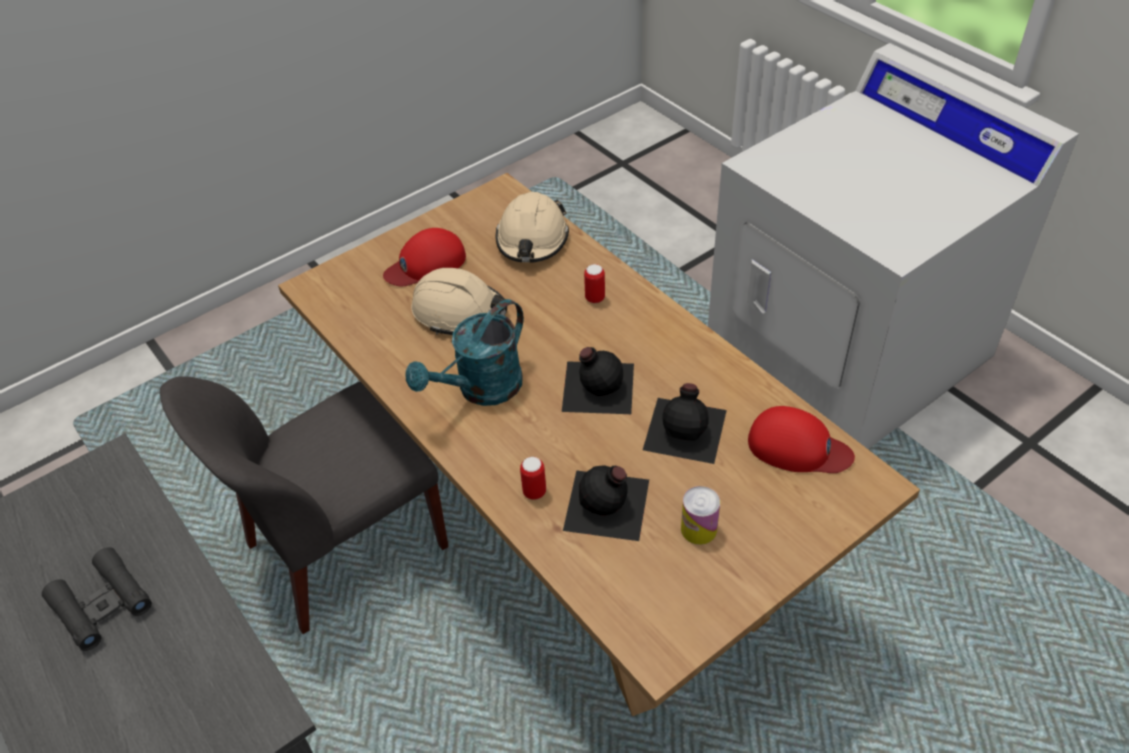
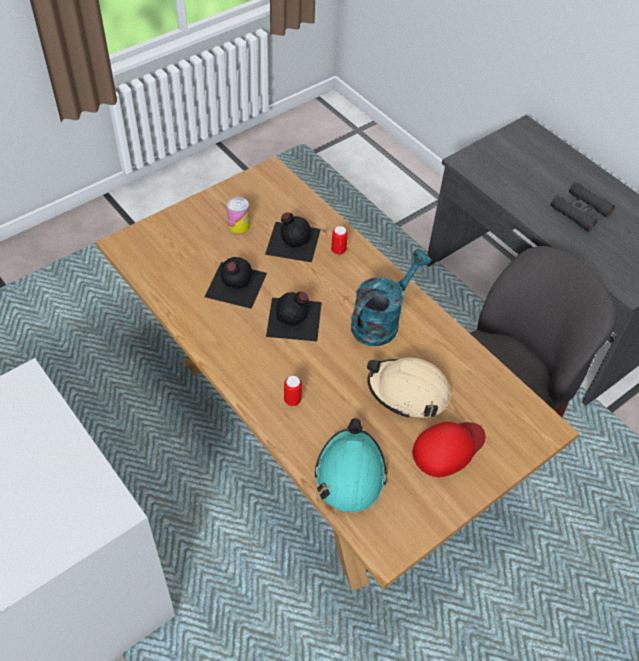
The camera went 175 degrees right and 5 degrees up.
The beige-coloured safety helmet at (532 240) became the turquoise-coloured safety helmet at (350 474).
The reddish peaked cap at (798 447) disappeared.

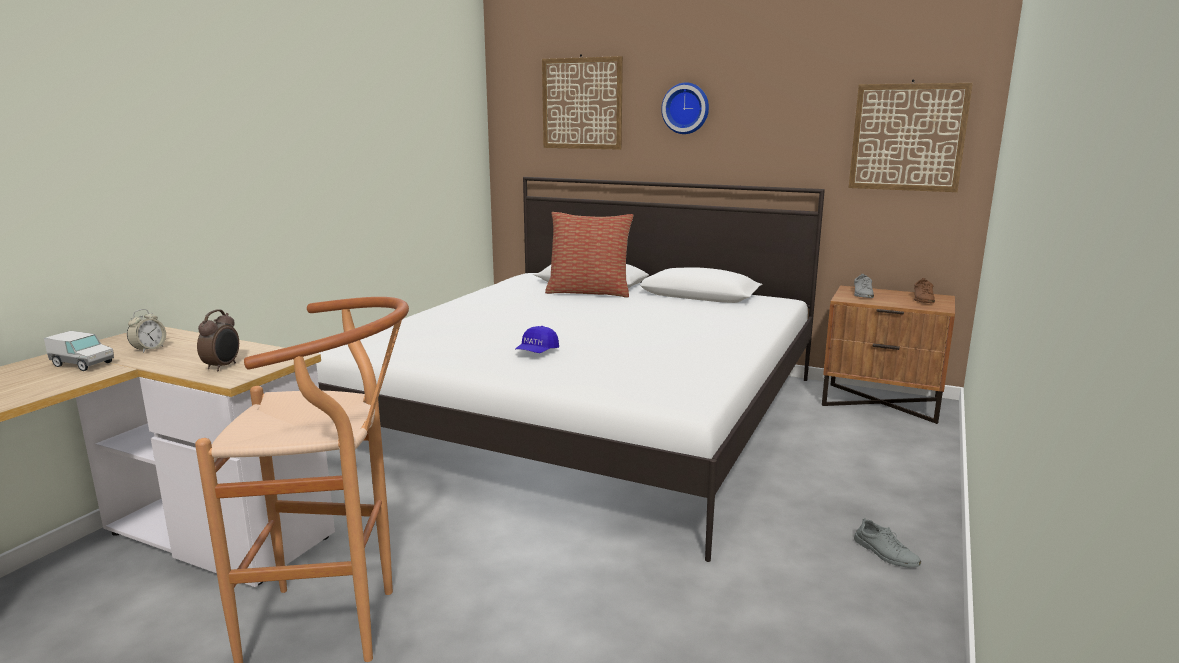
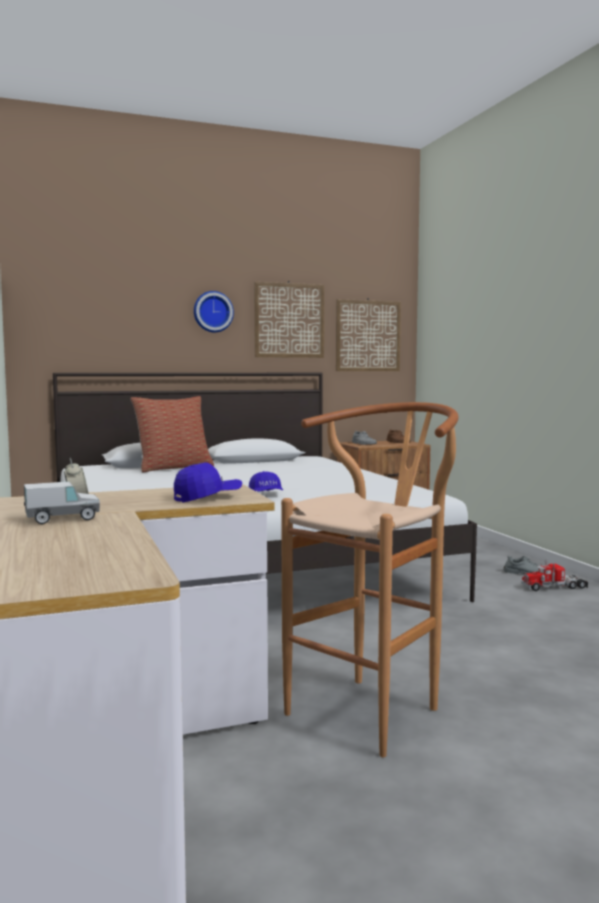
The camera went 45 degrees left and 10 degrees down.
The wall art moved from (582 102) to (289 319).
The alarm clock at (223 367) was replaced by the blue-coloured peaked cap at (207 497).
The model truck at (554 587) appeared.

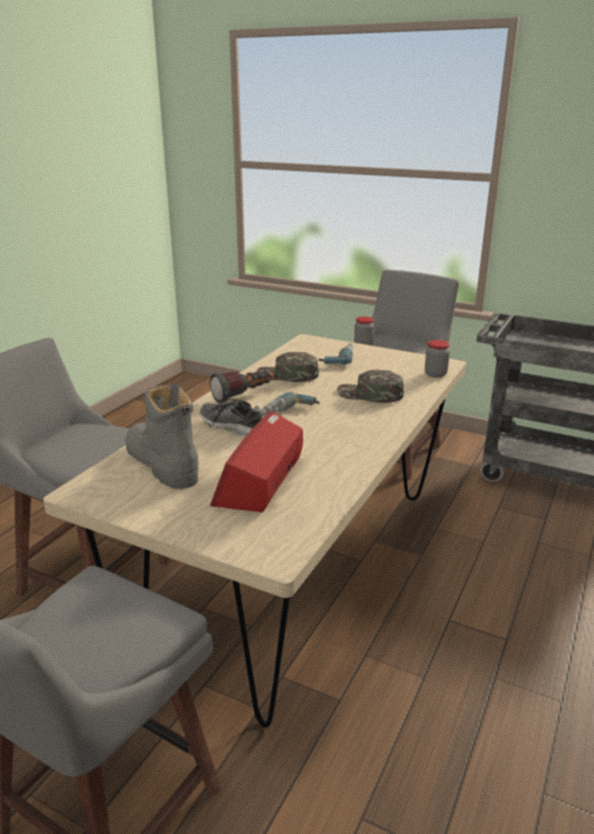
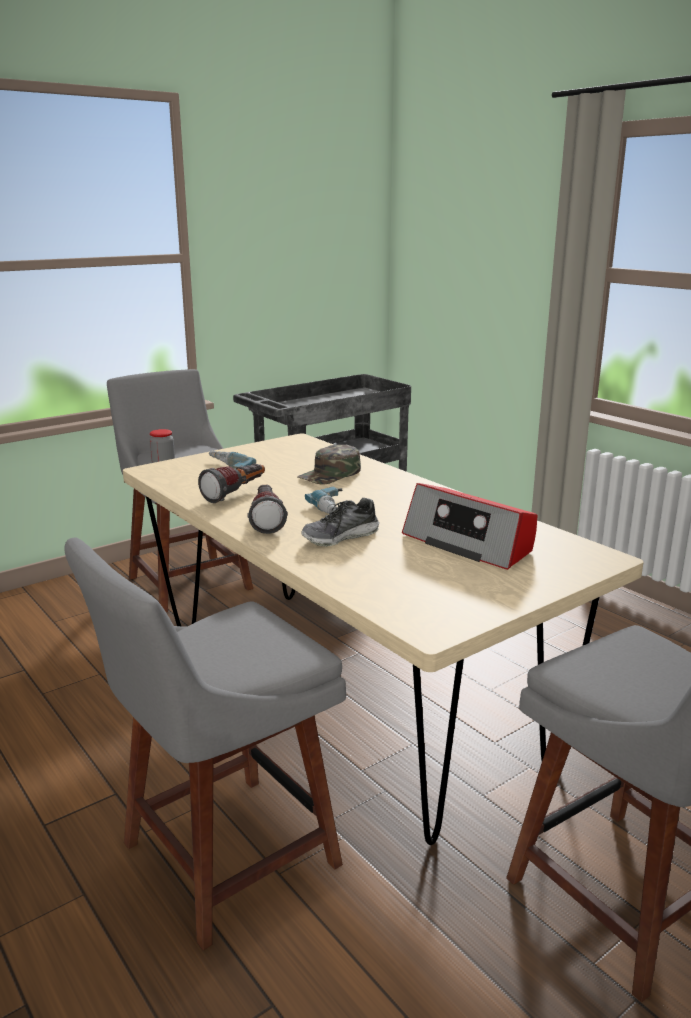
The camera went 65 degrees left and 5 degrees down.
The storage jar at (435 374) disappeared.
The greenish peaked cap at (287 375) was replaced by the flashlight at (236 494).
The gray high-top boot at (162 463) disappeared.

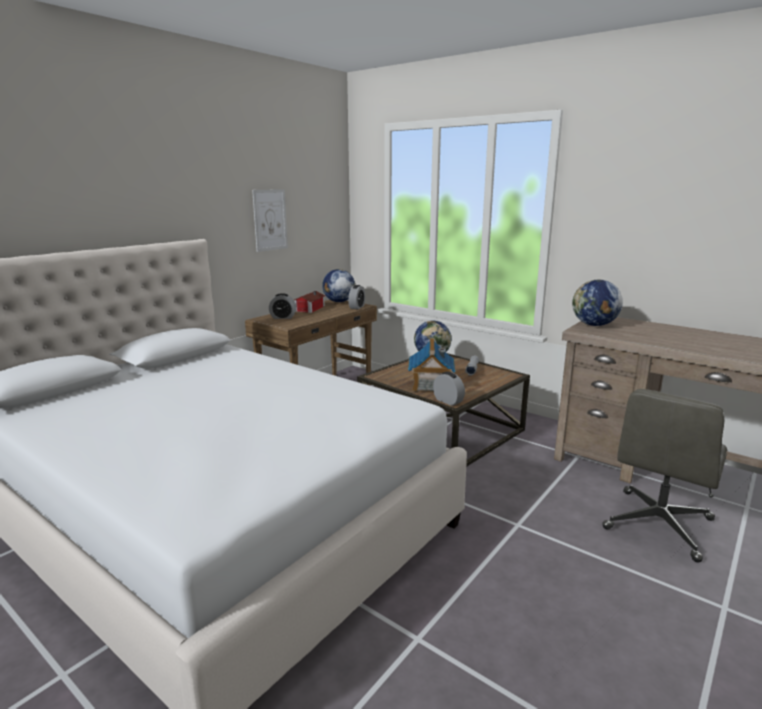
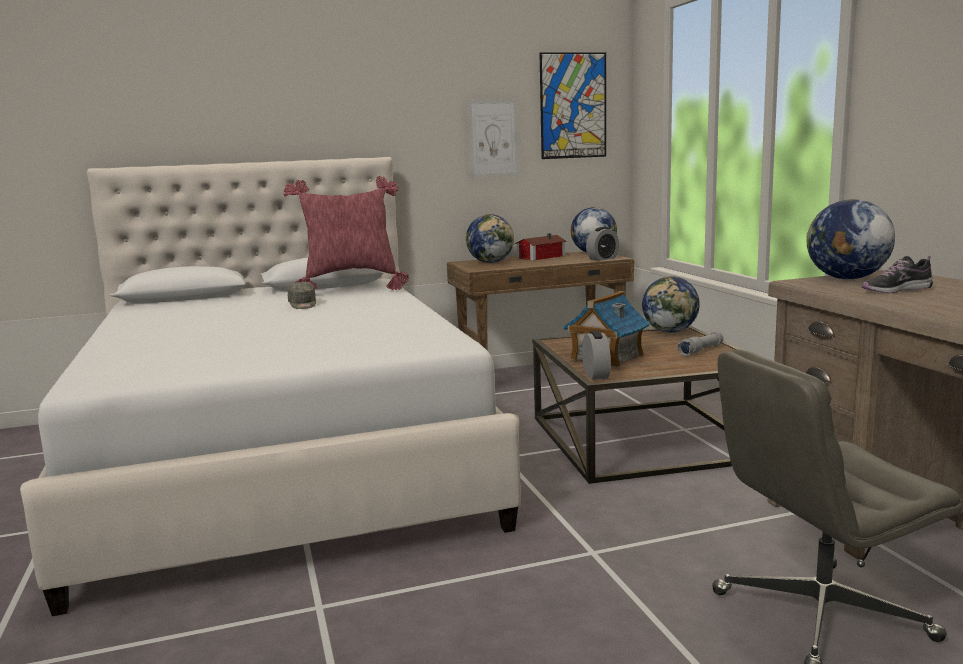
The camera went 35 degrees right and 5 degrees down.
The alarm clock at (283 317) was replaced by the world globe at (491 262).
The wall art at (573 106) appeared.
The reddish throw pillow at (350 290) appeared.
The low shoe at (896 290) appeared.
The gray peaked cap at (303 305) appeared.

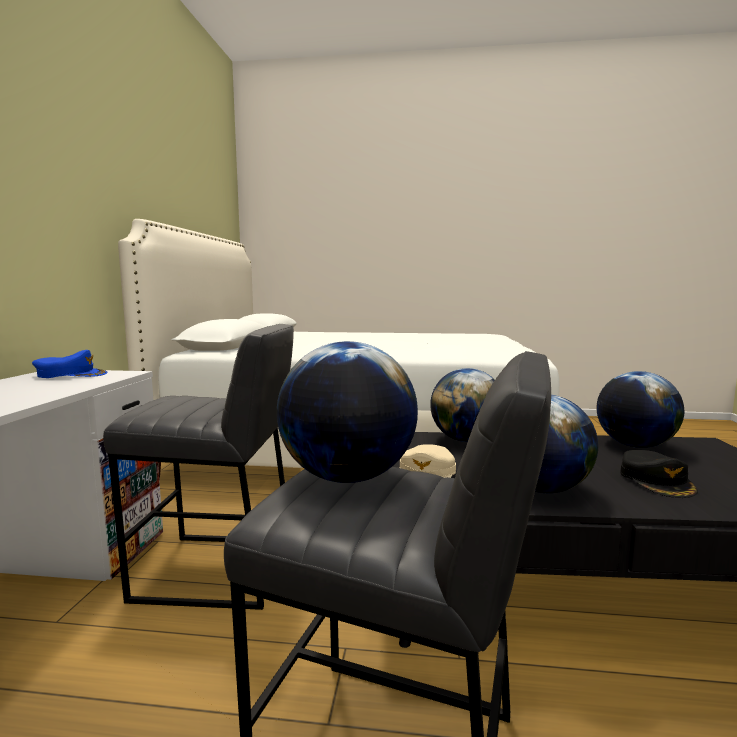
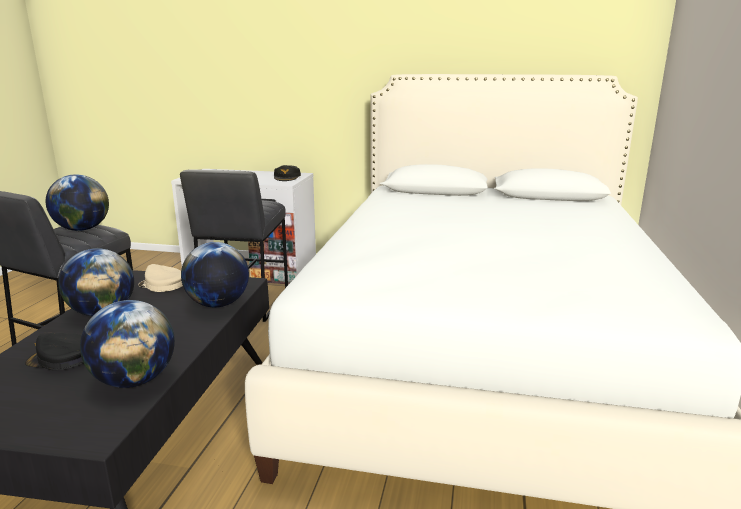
The camera went 95 degrees right and 10 degrees up.
The blue-coloured peaked cap at (71 374) became the blackish peaked cap at (287 177).

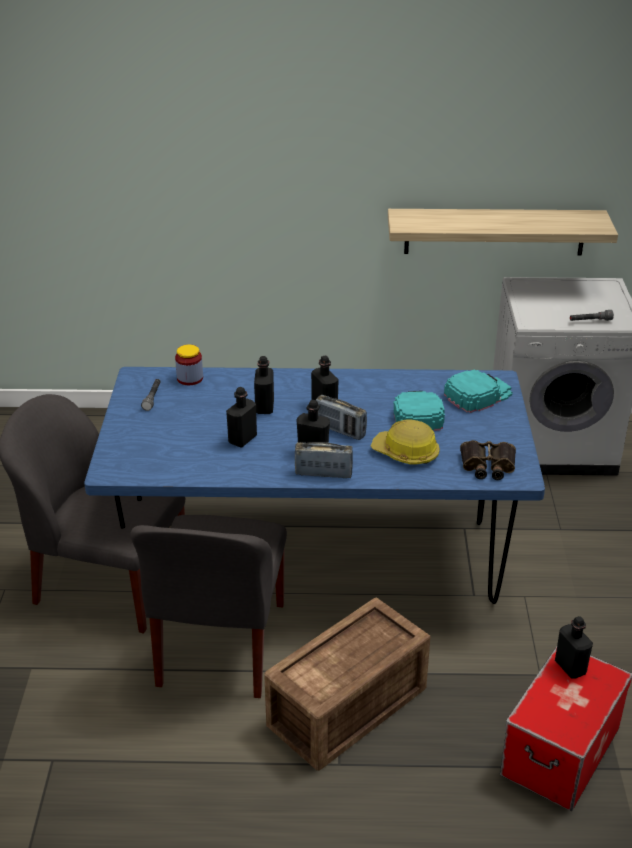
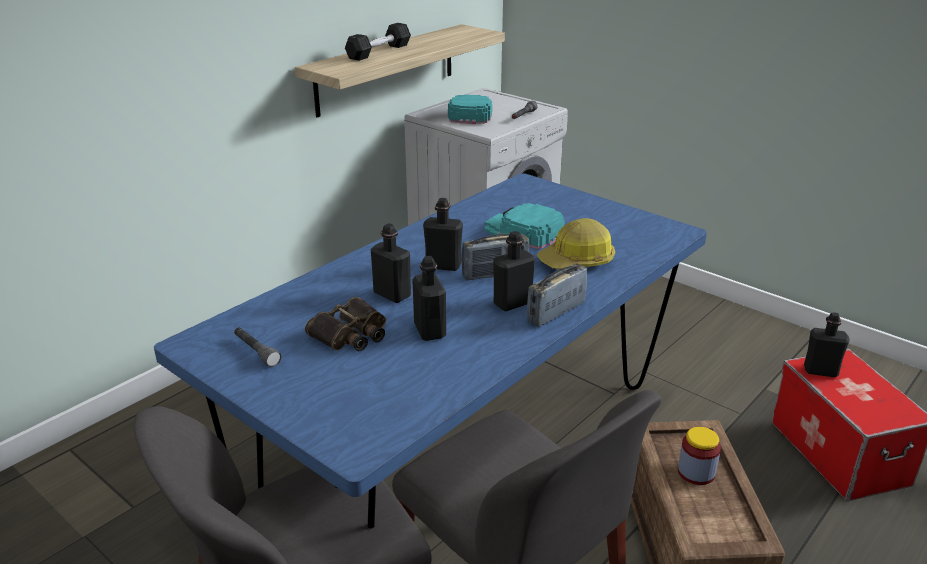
The camera went 50 degrees left and 5 degrees down.
The storage jar moved from (190 378) to (696 472).
The turquoise-coloured peaked cap moved from (478 395) to (470 114).
The field glasses moved from (487 466) to (351 334).
The blackish free weight at (379 52) appeared.

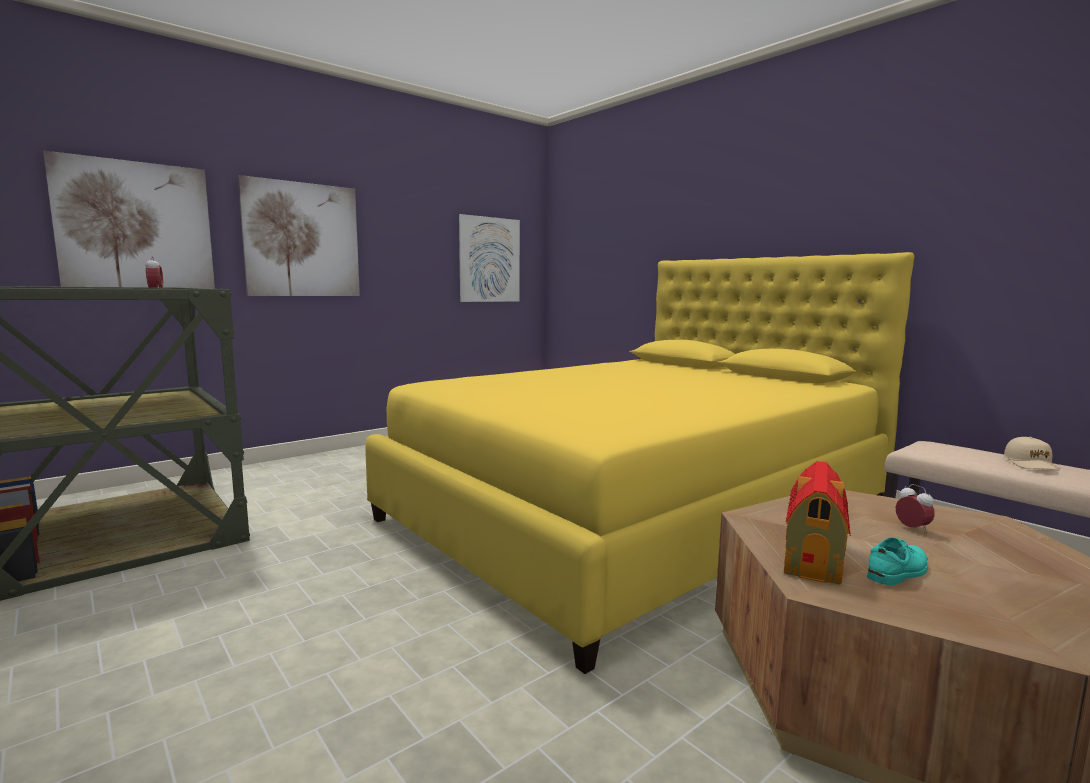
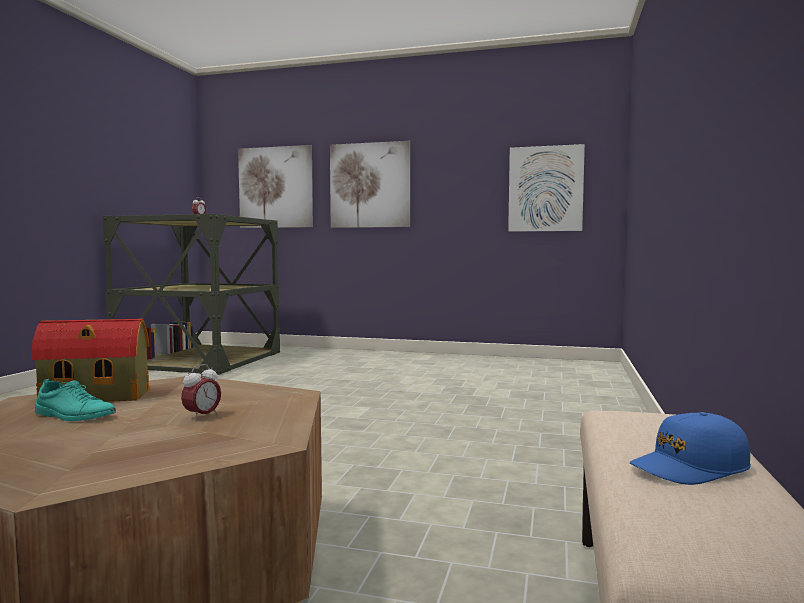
The camera went 55 degrees right and 5 degrees down.
The yellow-coloured sleeping bed at (638 514) disappeared.
The beige-coloured peaked cap at (1030 464) became the blue-coloured peaked cap at (690 467).

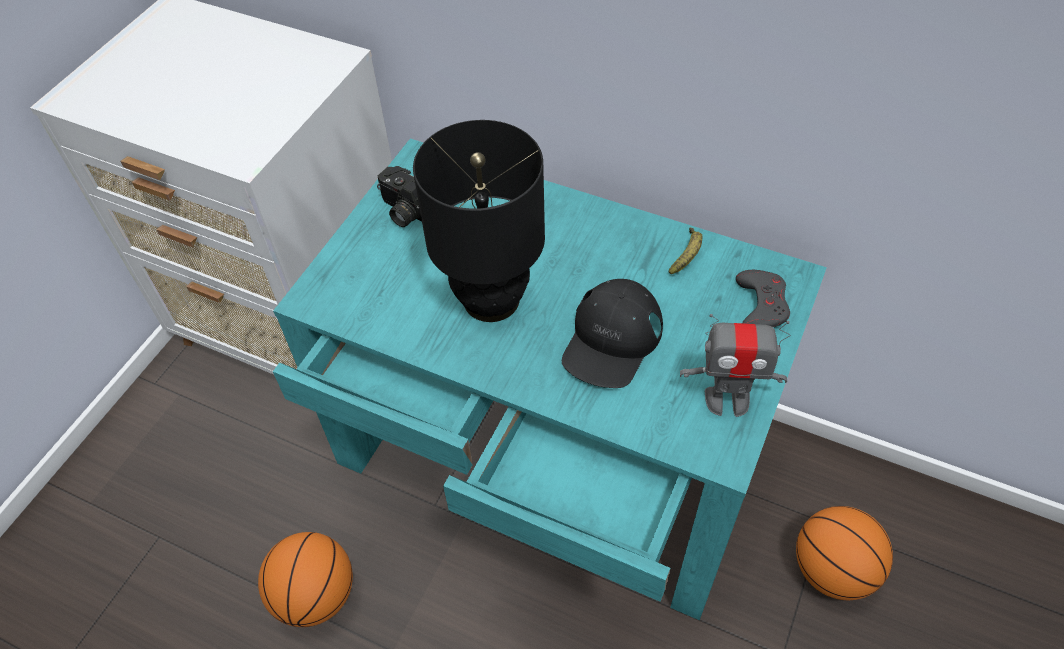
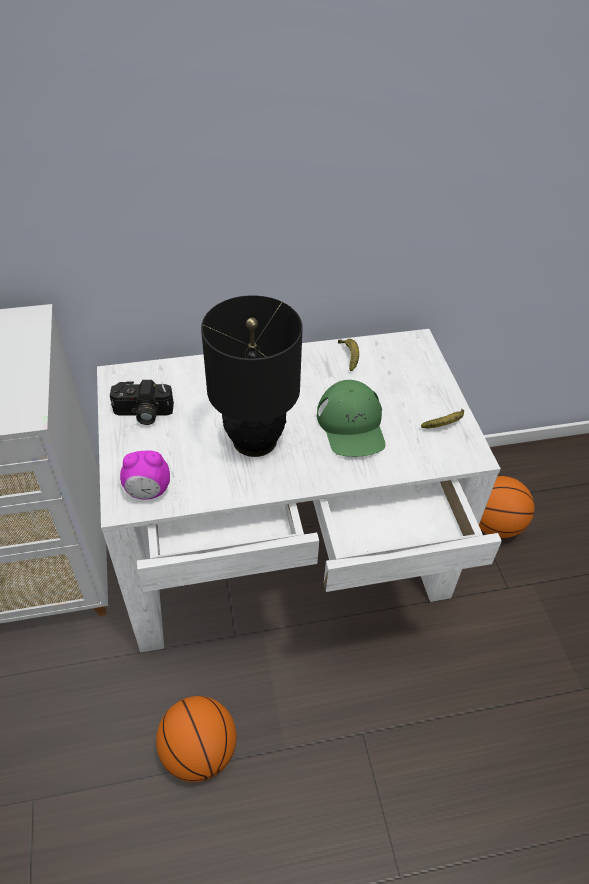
The camera went 40 degrees left and 5 degrees down.
The turquoise-coloured desk unit at (547 466) became the whitish desk unit at (290 564).
The gray game controller at (761 305) disappeared.
The blackish peaked cap at (612 340) became the greenish peaked cap at (351 425).
The toy robot at (727 399) was replaced by the banana at (445 424).
The alarm clock at (148 491) appeared.

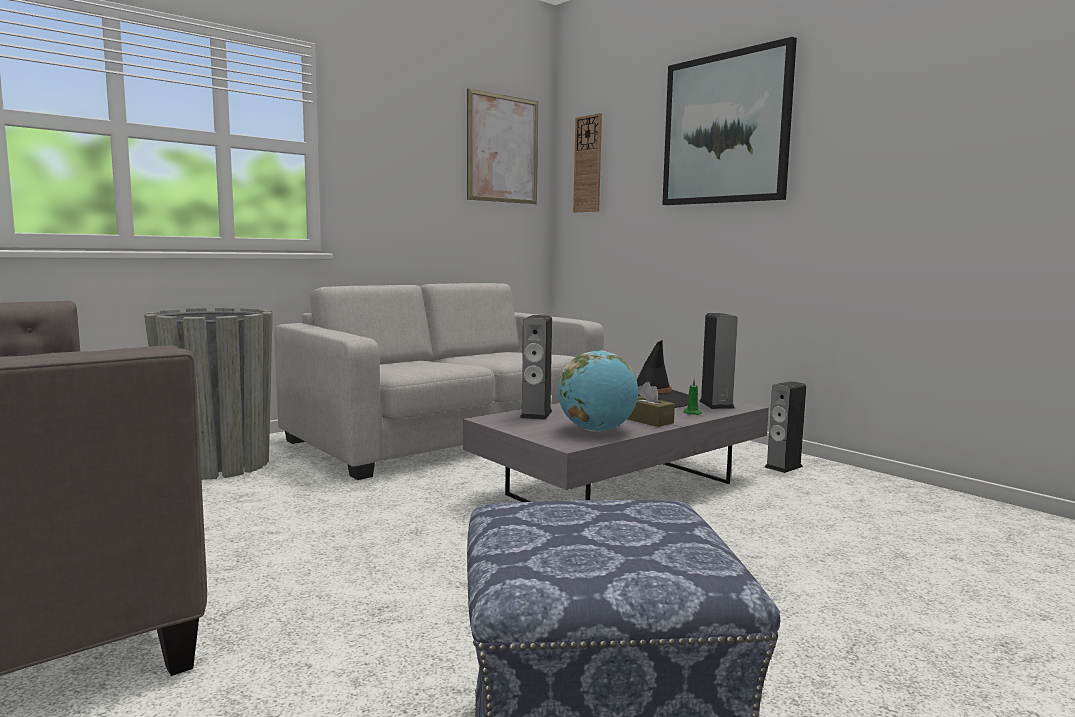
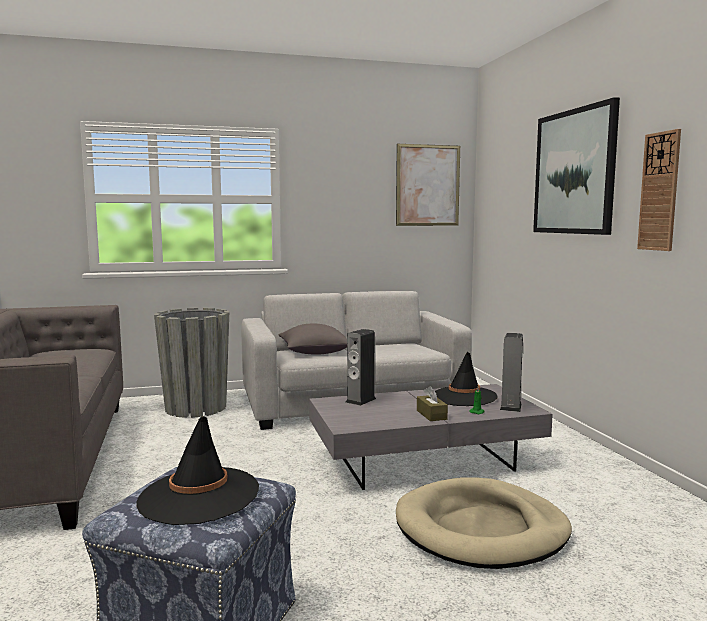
The camera went 25 degrees right and 0 degrees up.
The clock on the wall moved from (588 164) to (659 191).
The world globe at (597 430) disappeared.
The speaker at (783 467) disappeared.
The gray throw pillow at (314 353) appeared.
The blackish clothing hat at (199 496) appeared.
The beige-coloured dog bed at (481 529) appeared.

